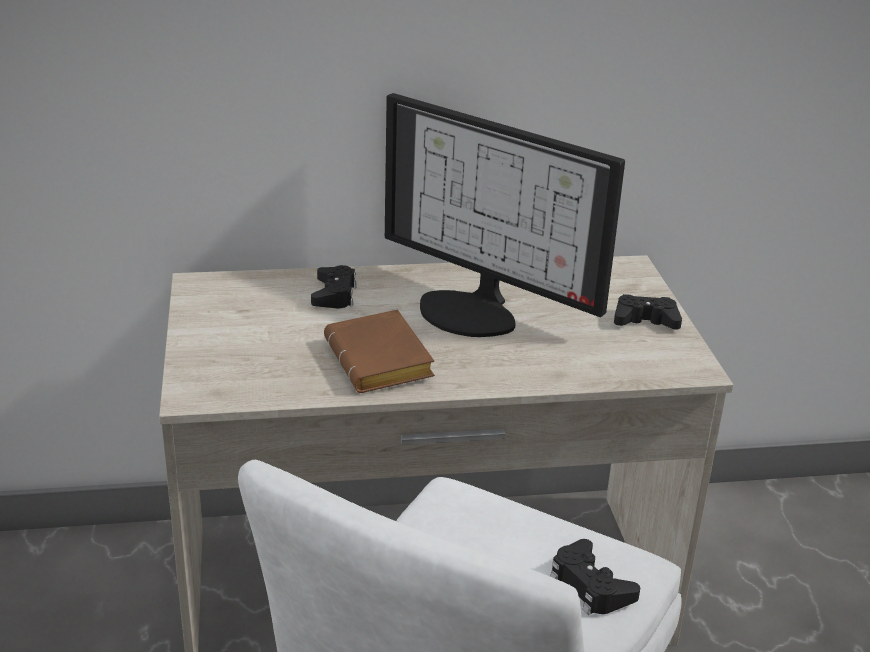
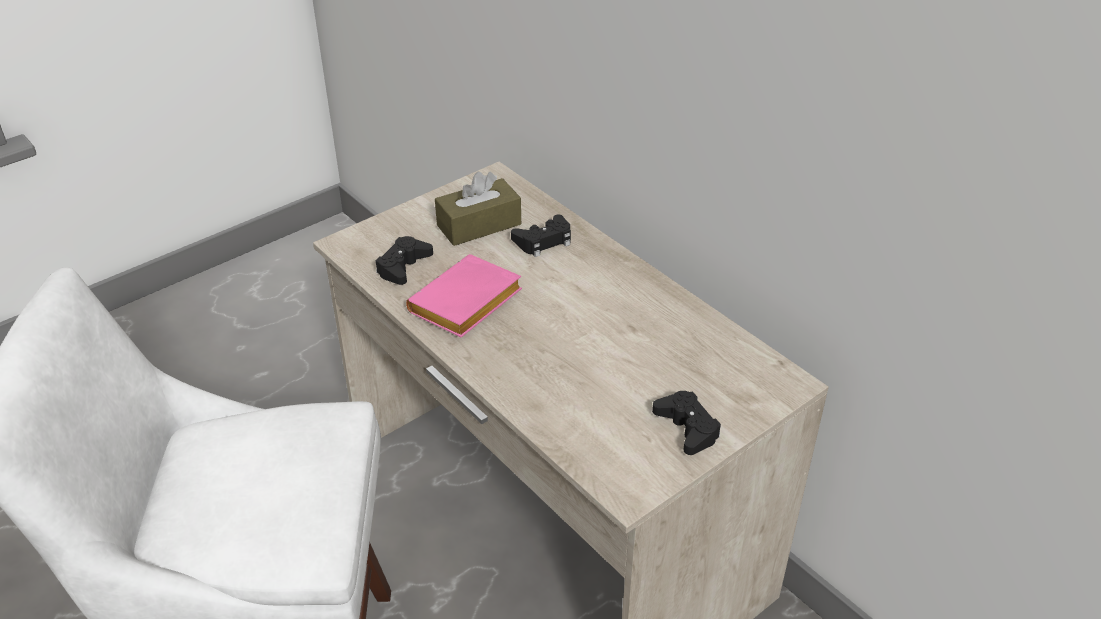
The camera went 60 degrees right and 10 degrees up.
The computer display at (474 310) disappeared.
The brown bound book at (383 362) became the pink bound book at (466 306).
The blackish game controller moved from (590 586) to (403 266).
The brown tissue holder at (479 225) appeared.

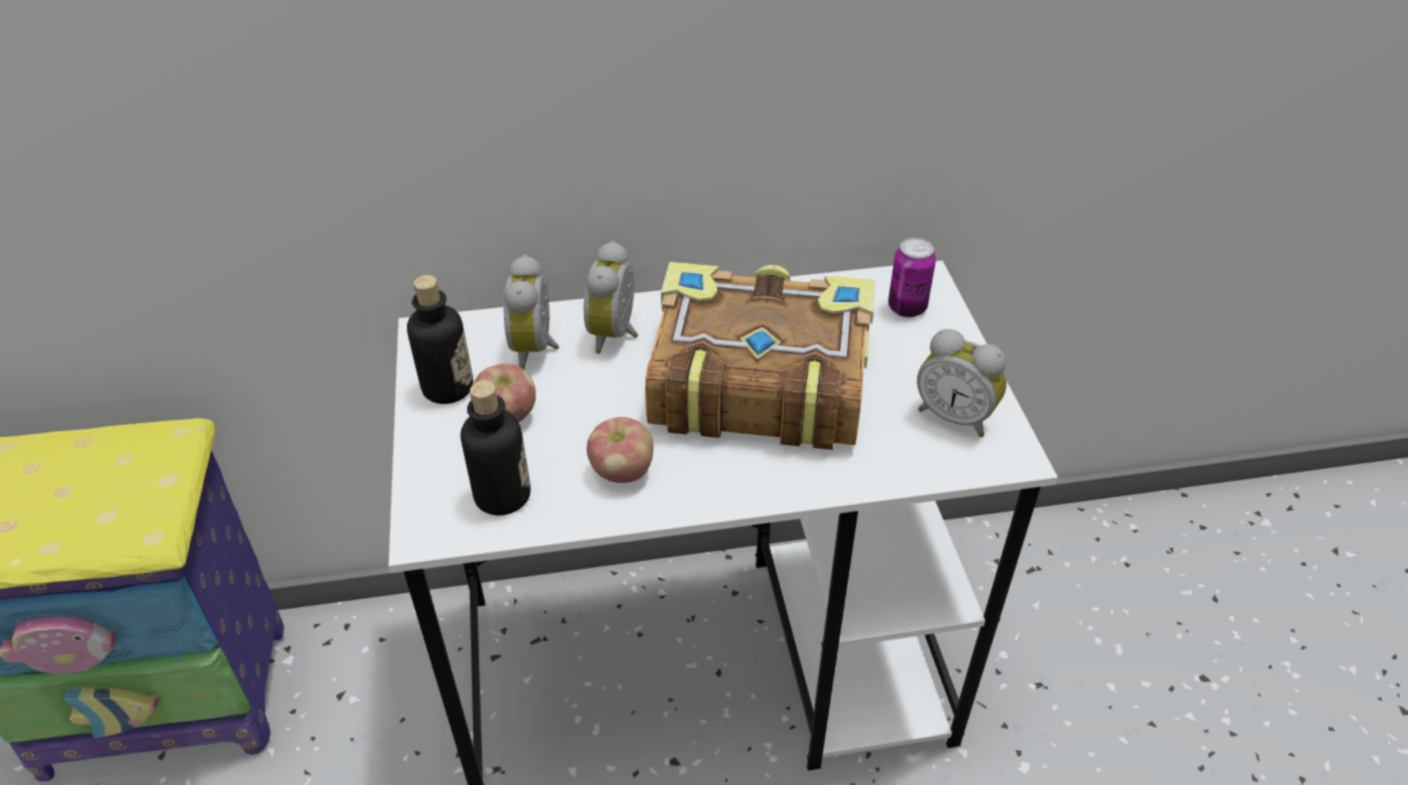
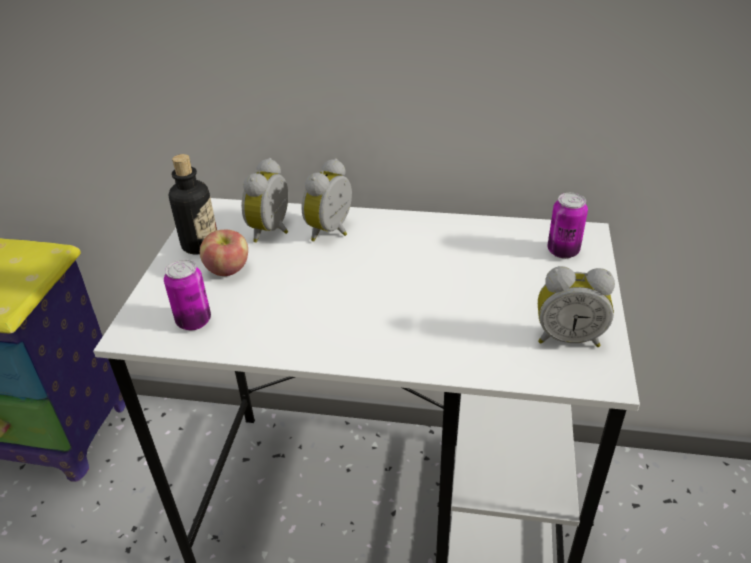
The camera went 20 degrees right and 5 degrees down.
The bound book at (756 380) disappeared.
The alarm clock at (955 416) turned 45 degrees counterclockwise.
The drink bottle at (502 496) was replaced by the metal can at (194 321).
The apple at (622 471) disappeared.

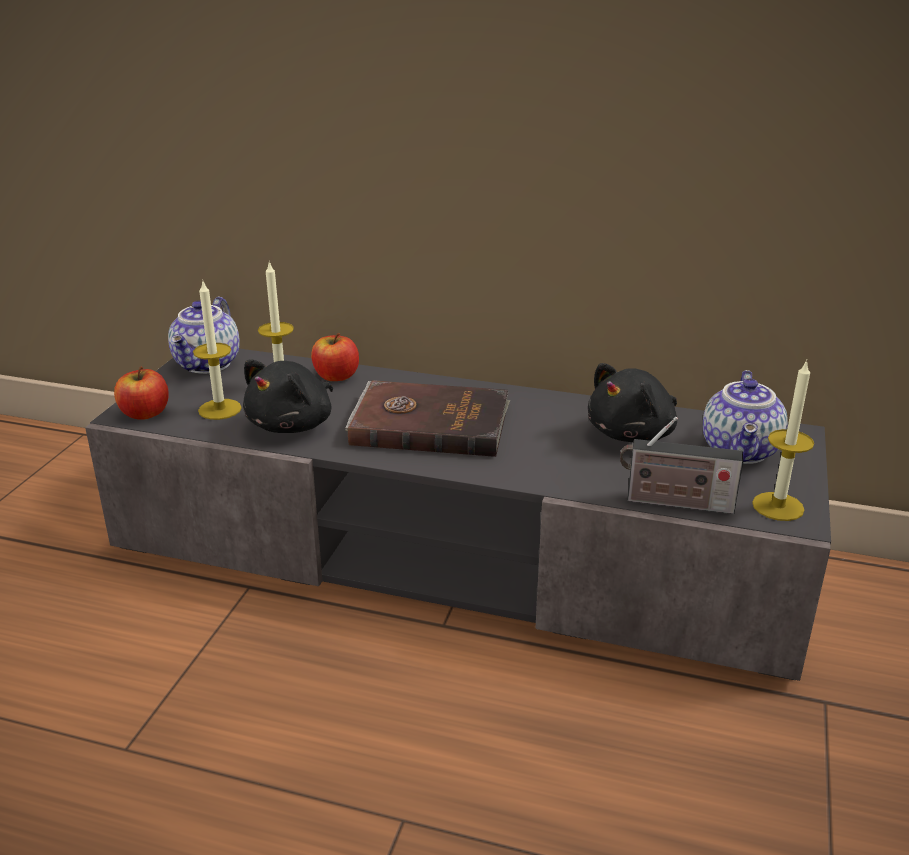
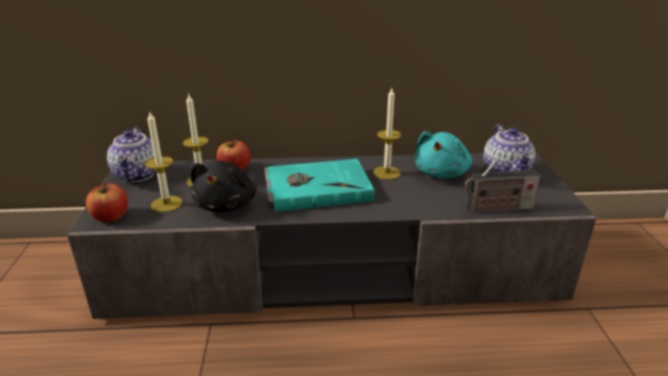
The camera went 20 degrees left and 0 degrees up.
The wax light moved from (778 506) to (386 173).
The blackish plush toy at (633 434) became the turquoise-coloured plush toy at (442 173).
The brown bound book at (429 423) became the turquoise-coloured bound book at (317 188).

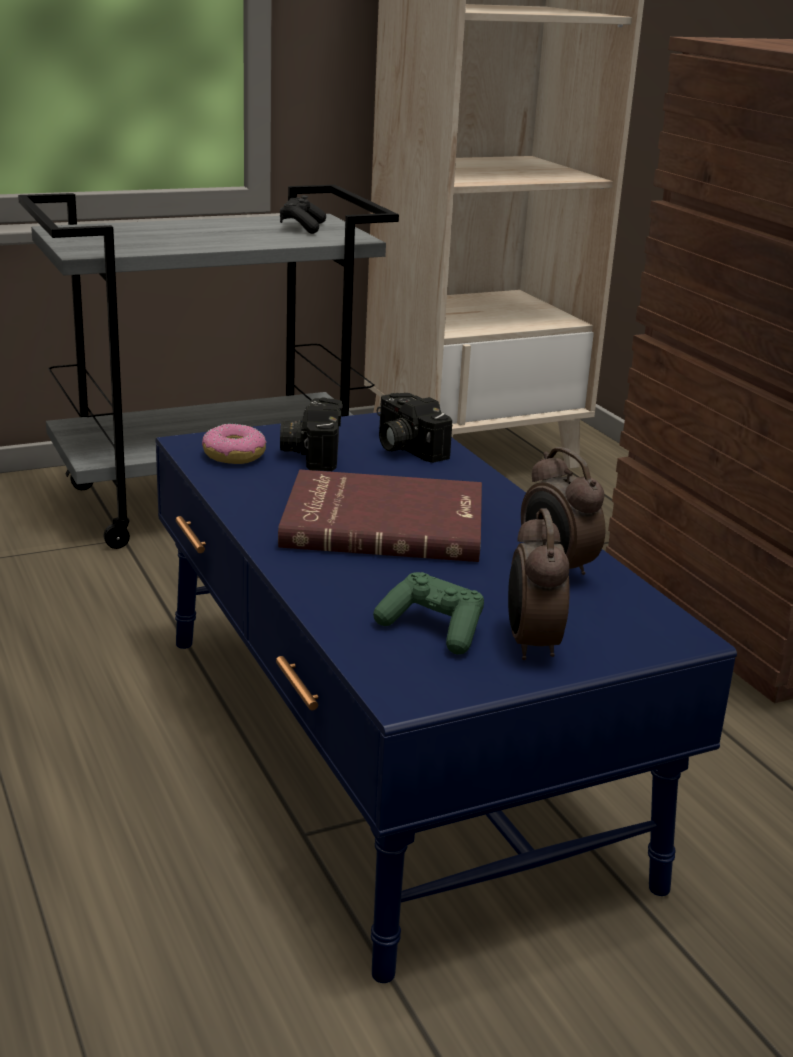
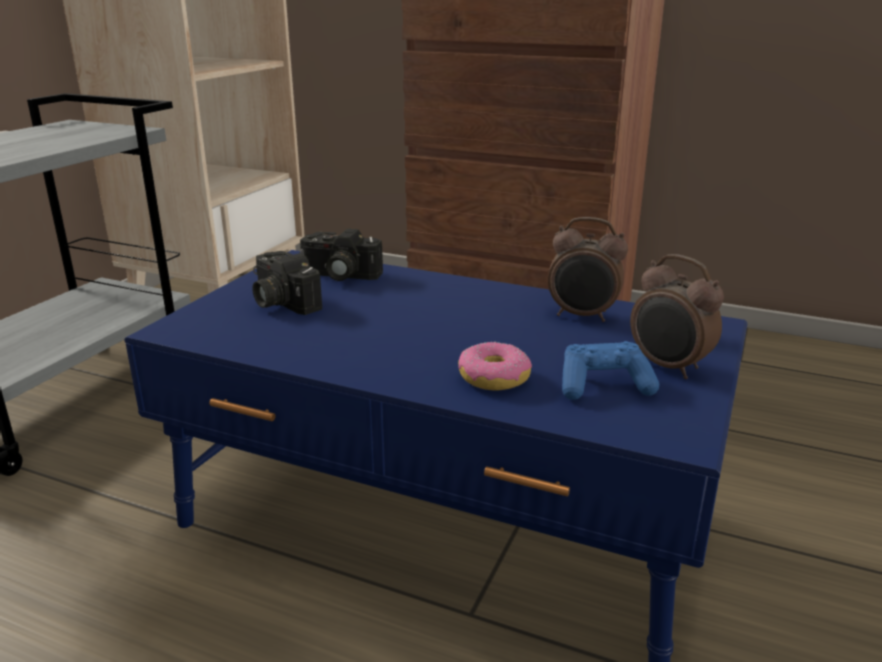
The camera went 40 degrees left and 0 degrees up.
The blackish game controller at (302 227) disappeared.
The ring doughnut moved from (234 455) to (493 378).
The reddish bound book at (384 523) disappeared.
The greenish game controller at (433 629) became the blue-coloured game controller at (603 386).

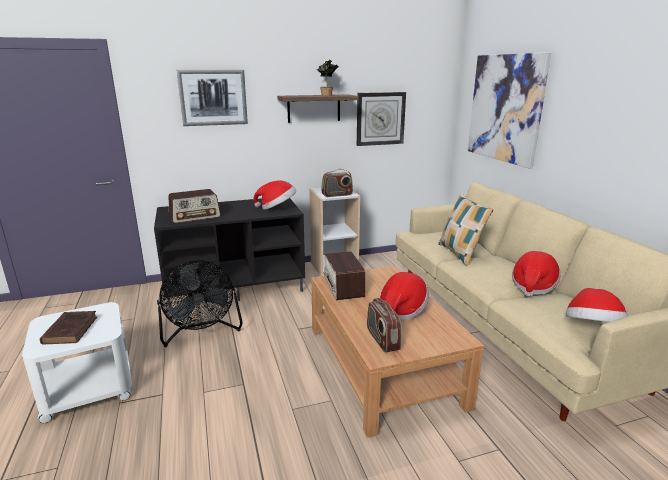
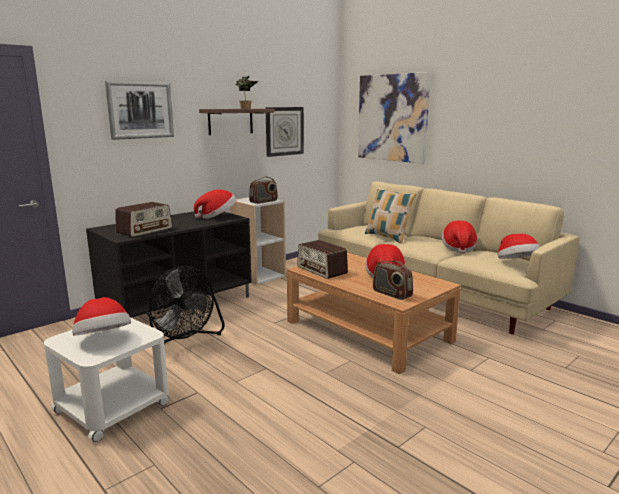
The camera went 25 degrees left and 5 degrees down.
The brown bound book at (71 329) was replaced by the clothing hat at (103 339).

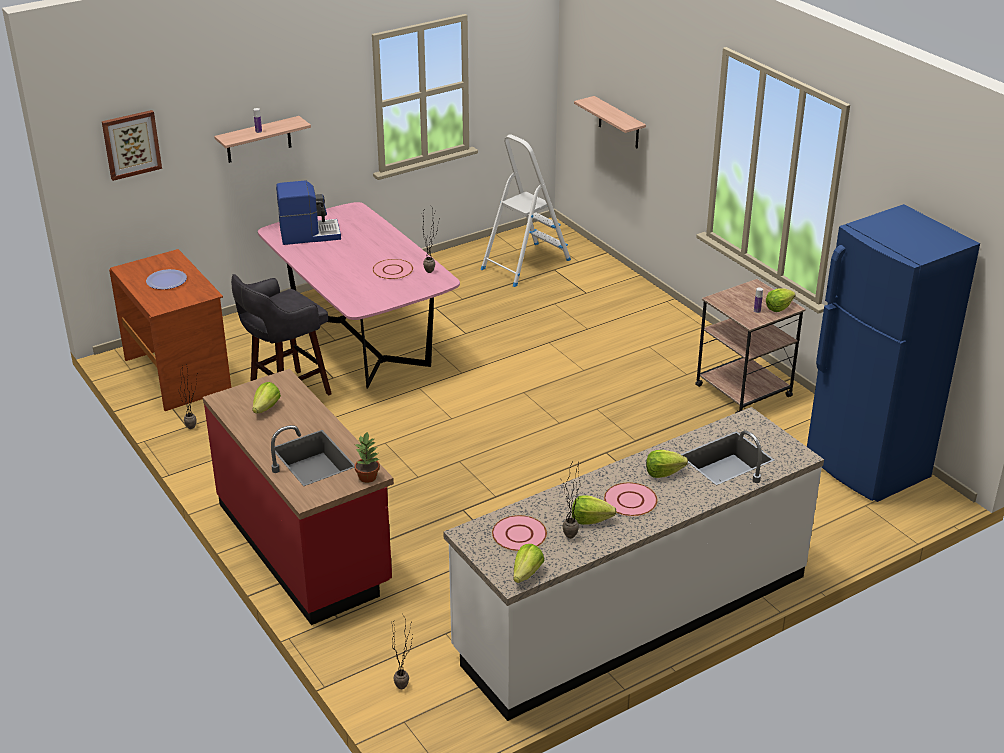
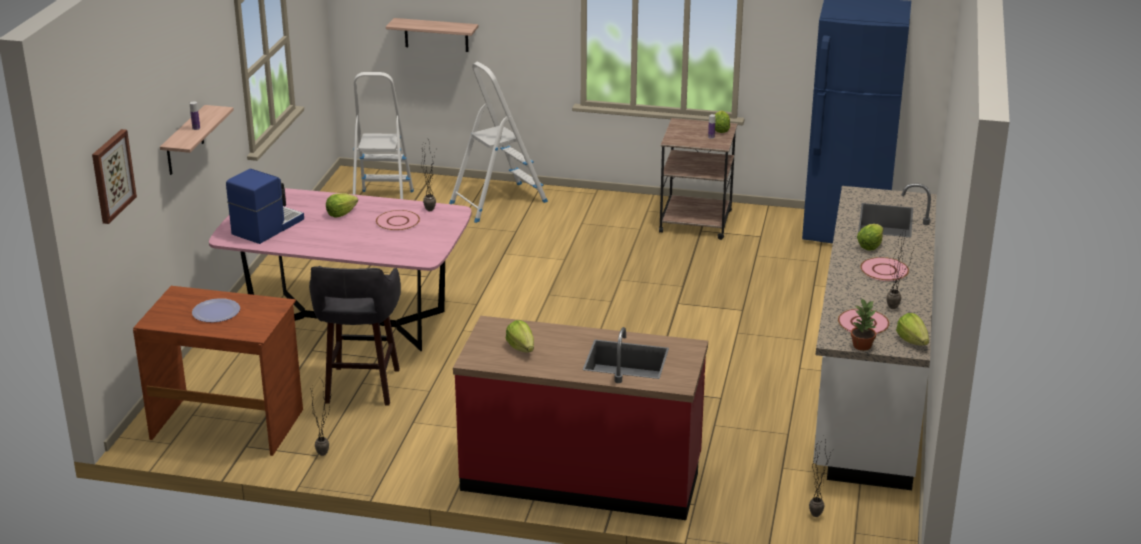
The camera went 45 degrees left and 5 degrees down.
The plant in a pot moved from (368 477) to (862 345).
The lettuce head moved from (590 520) to (341 214).
The whitish stepladder at (499 202) appeared.

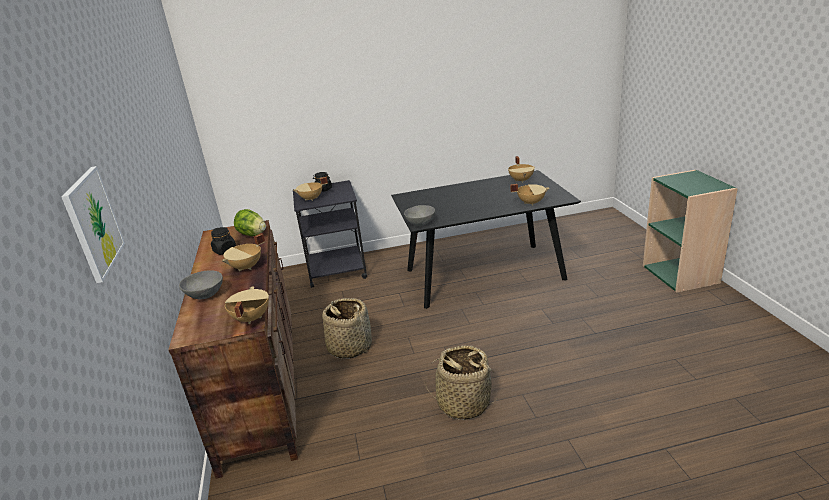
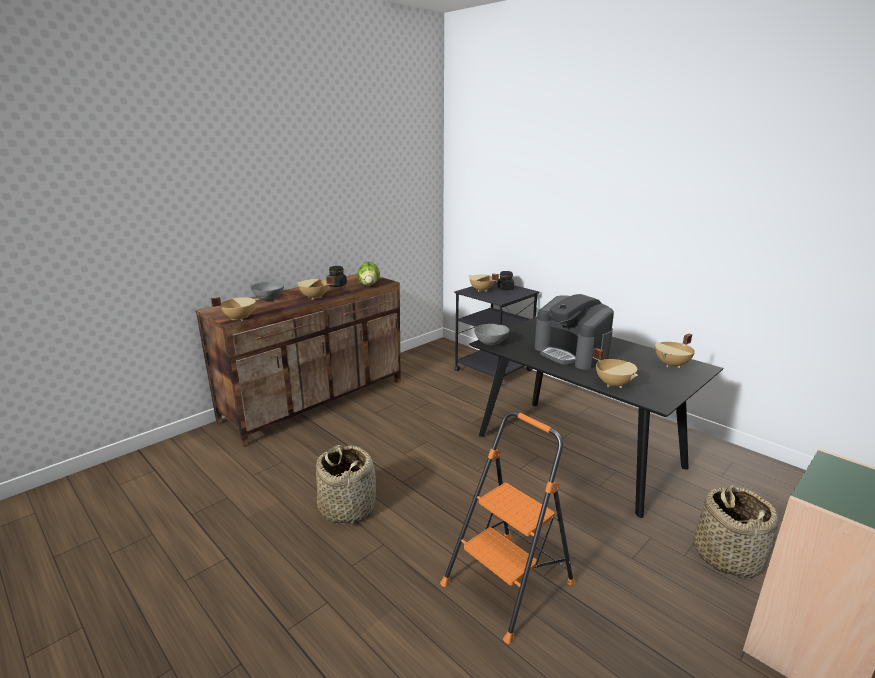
The camera went 55 degrees right and 5 degrees down.
The wall art at (93 223) disappeared.
The storage basket moved from (349 347) to (727 556).
The coffee brewer at (571 353) appeared.
The orangey stepladder at (511 580) appeared.

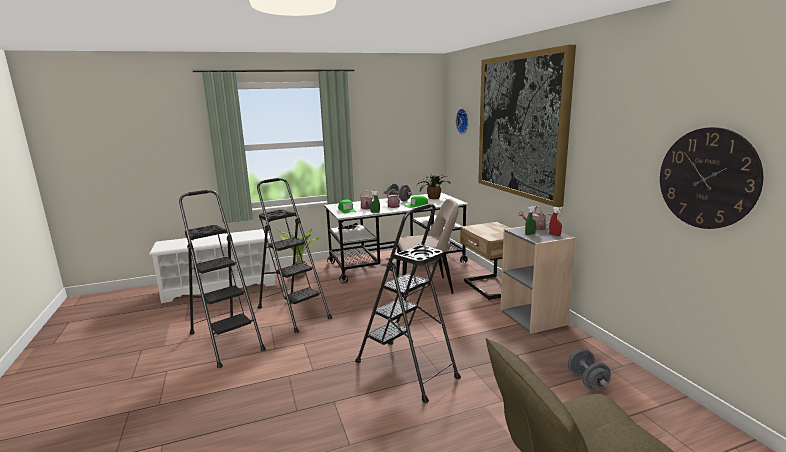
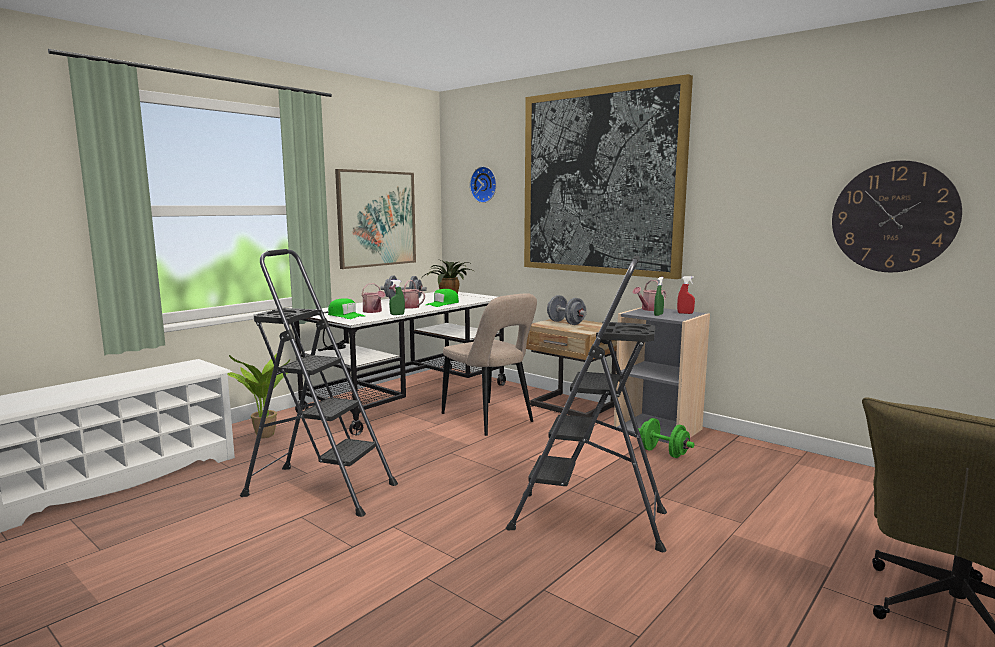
The camera went 30 degrees left and 5 degrees down.
The stepladder at (226 340) disappeared.
The beige-coloured plain chair at (427 287) turned 90 degrees clockwise.
The gray free weight moved from (587 381) to (566 323).
The wall art at (376 218) appeared.
The greenish free weight at (663 453) appeared.

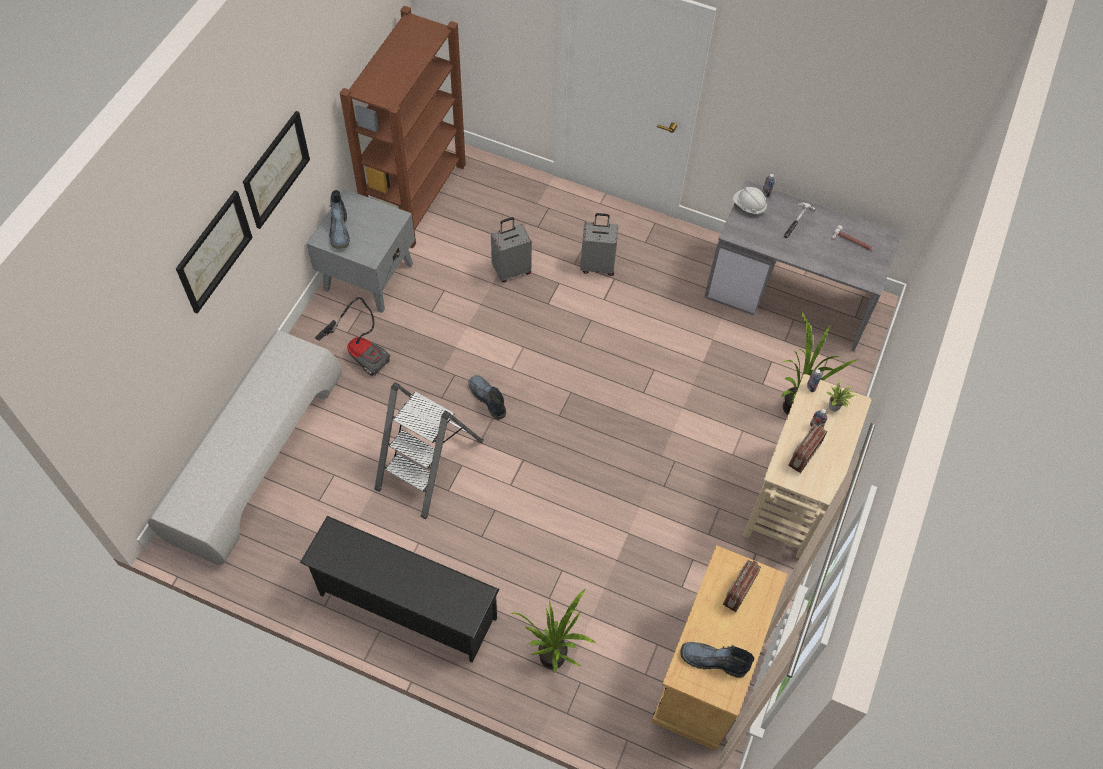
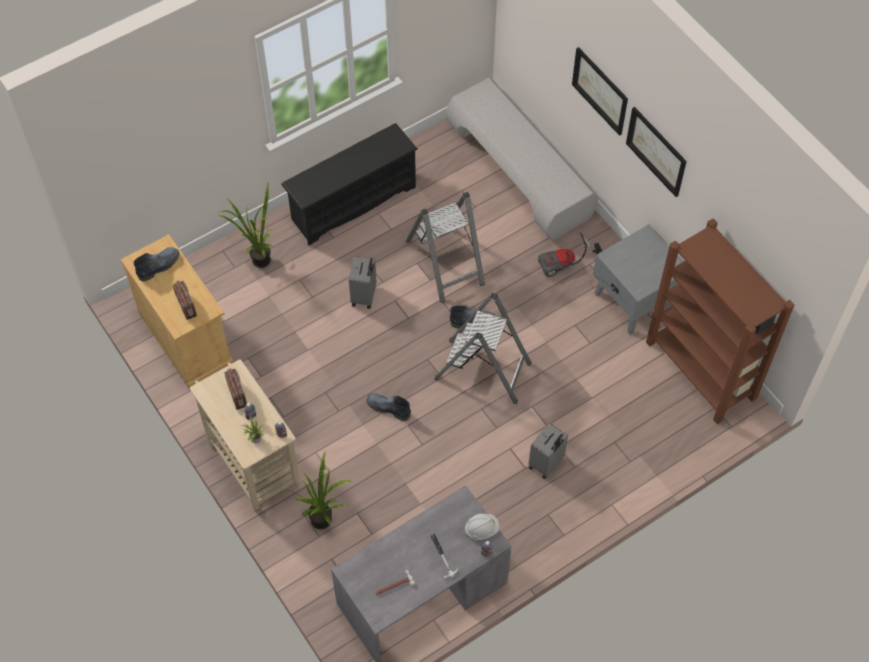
The camera went 125 degrees right and 0 degrees up.
The high-top boot moved from (340 231) to (388 408).
The gray piece of luggage moved from (511 270) to (364 296).
The gray stepladder at (484 371) appeared.

